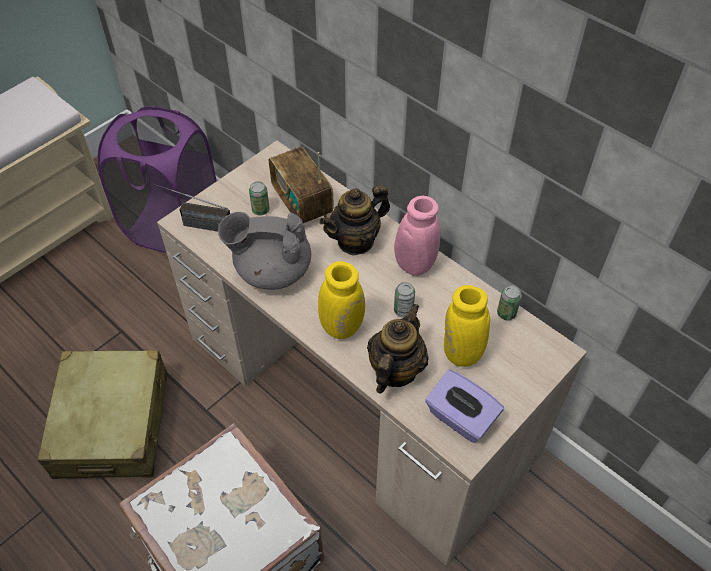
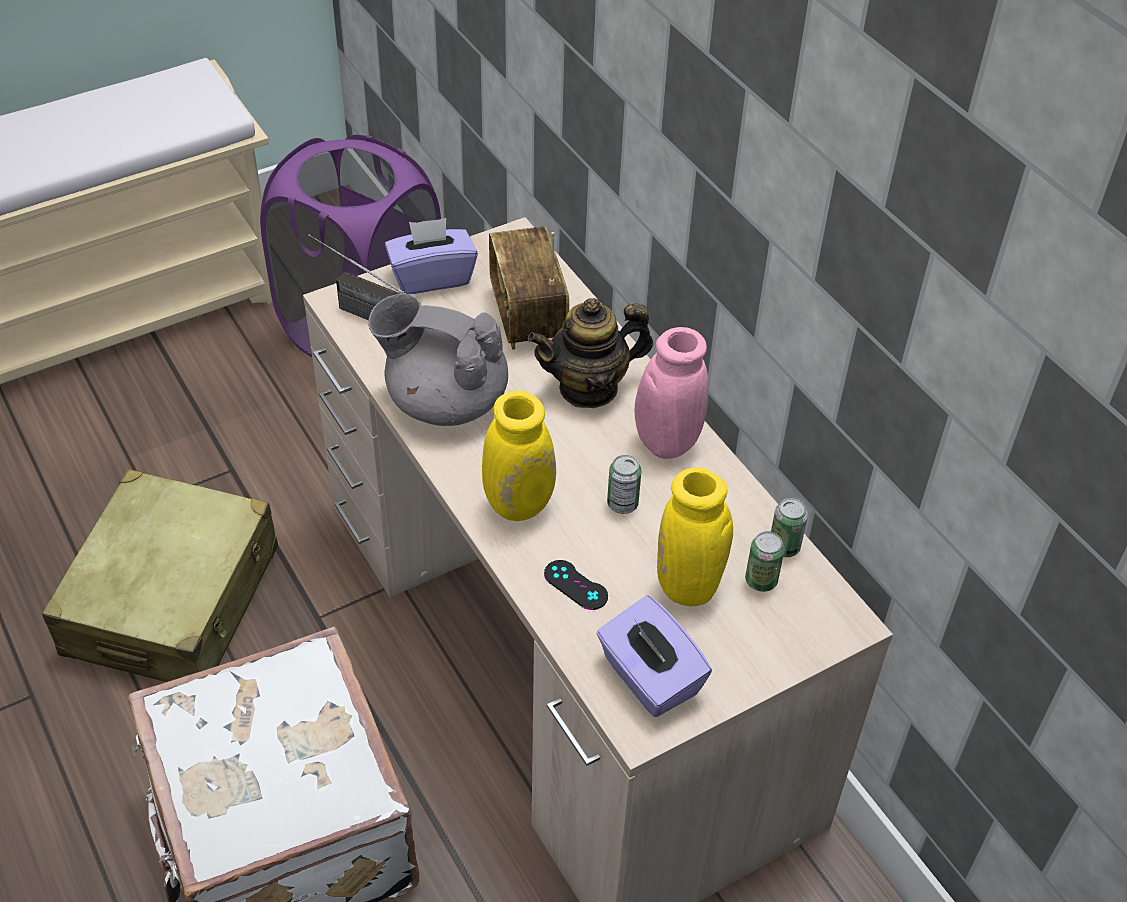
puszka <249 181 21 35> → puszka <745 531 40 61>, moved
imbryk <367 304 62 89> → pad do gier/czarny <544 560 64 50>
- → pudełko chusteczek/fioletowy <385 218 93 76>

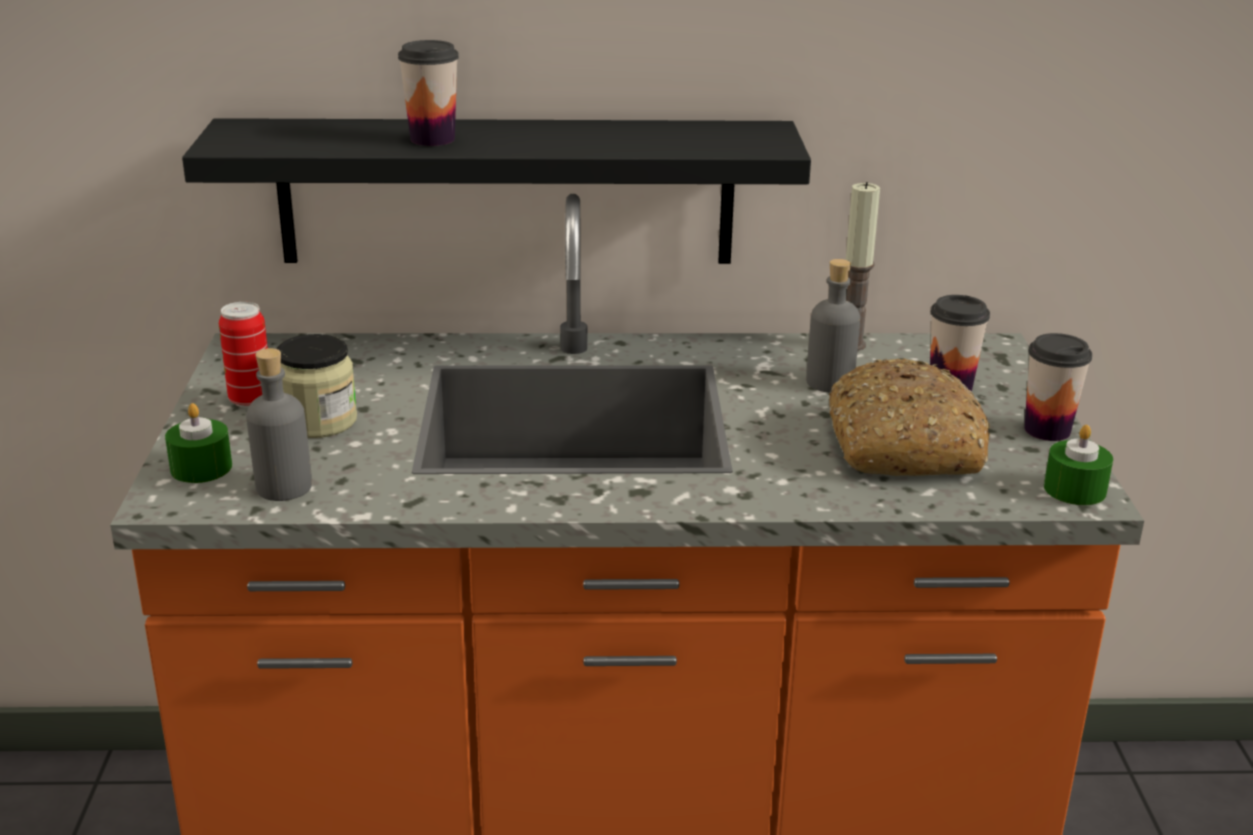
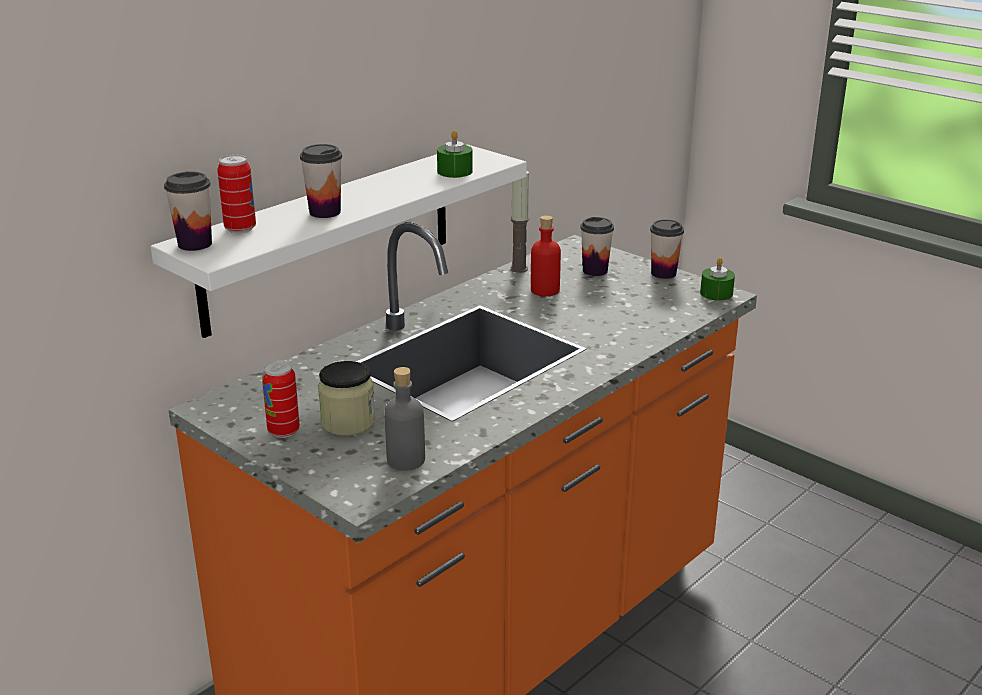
półka/czarny <182 118 629 146> → półka/biały <151 145 376 193>
butelka/szary <806 259 54 133> → butelka/czerwony <531 215 30 81>
chleb <829 358 161 118> → -
świeca/zielony <165 403 67 80> → świeca/zielony <437 130 36 48>, moved
- → puszka <217 155 39 78>
- → filiżanka <164 172 48 79>

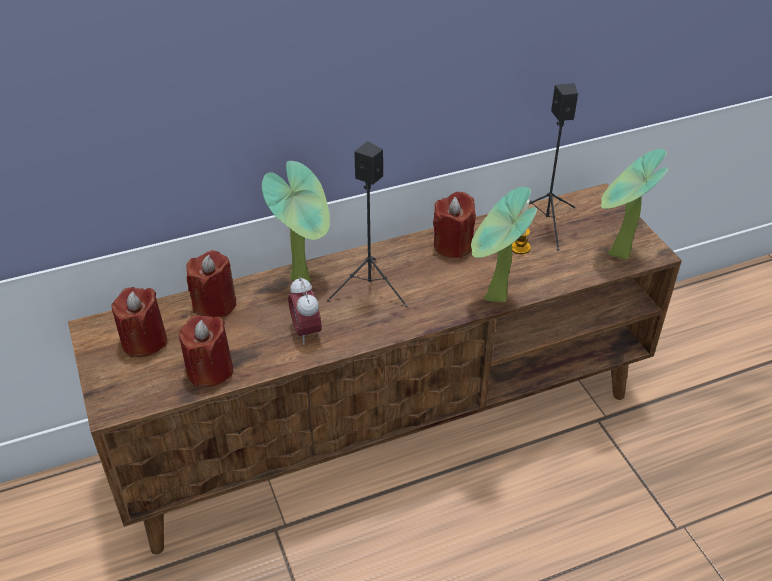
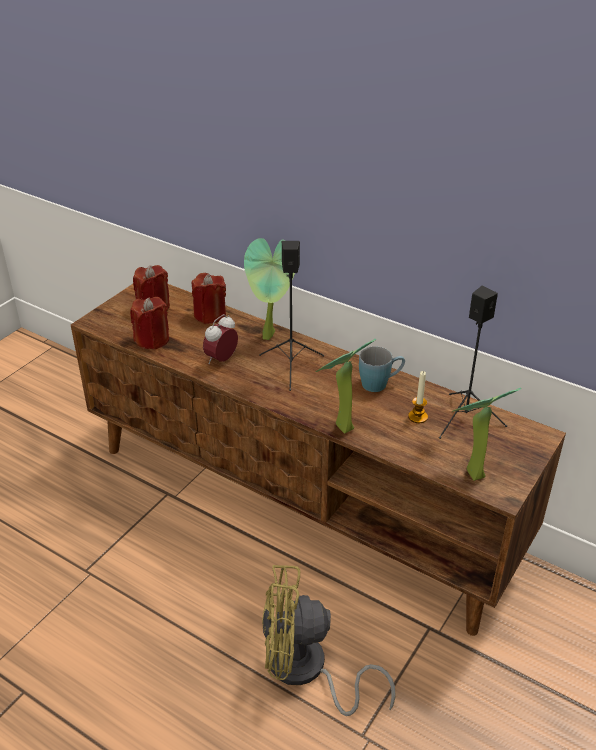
świeca/czerwony <433 192 43 66> → kubek/niebieski <359 347 46 45>
- → wentylator/żółty <262 565 134 151>

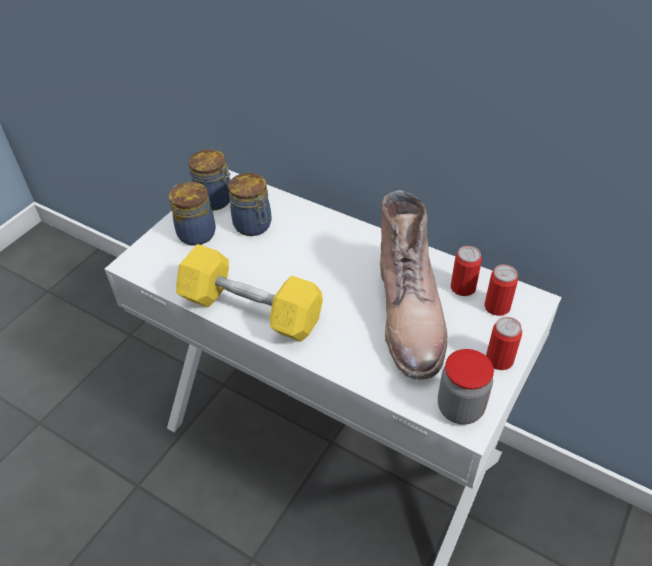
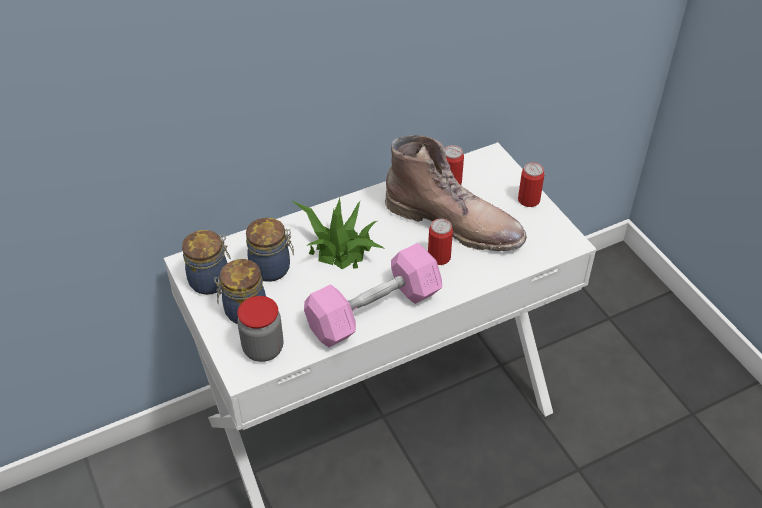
hantel/żółty <176 244 147 98> → hantel/różowy <304 243 138 104>
puszka <484 264 34 52> → puszka <428 219 25 46>, moved
słoik <438 349 56 76> → słoik <237 296 46 66>, moved
- → roślina doniczkowa <293 197 91 72>

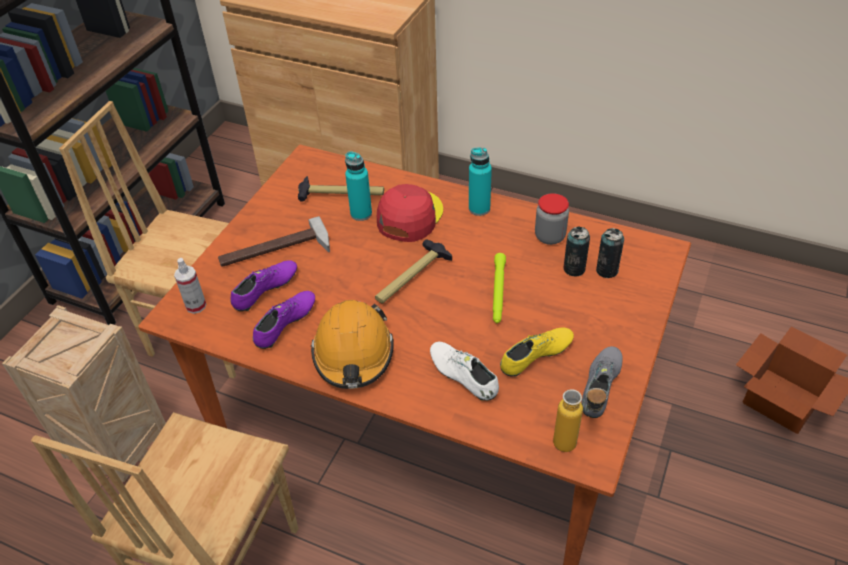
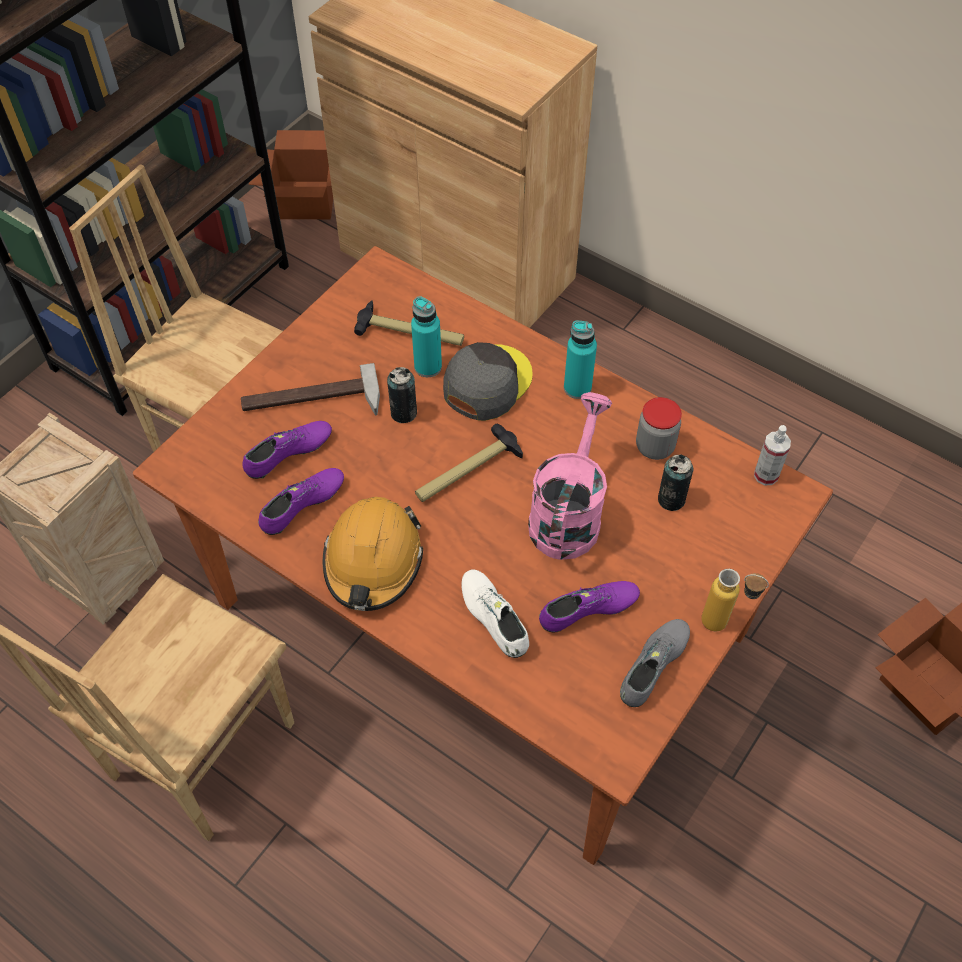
czapka z daszkiem/czerwony <377 184 66 58> → czapka z daszkiem/szary <443 342 90 79>
puszka <596 228 28 50> → puszka <387 367 30 56>, moved
latarka/zielony <493 253 13 70> → konewka/różowy <528 392 84 168>
spryskiwacz <174 258 32 56> → spryskiwacz <754 425 37 60>, moved
but/żółty <500 328 74 49> → but/fioletowy <539 581 101 51>
butelka <553 388 55 64> → butelka <701 569 68 62>, moved
- → karton <249 130 84 89>

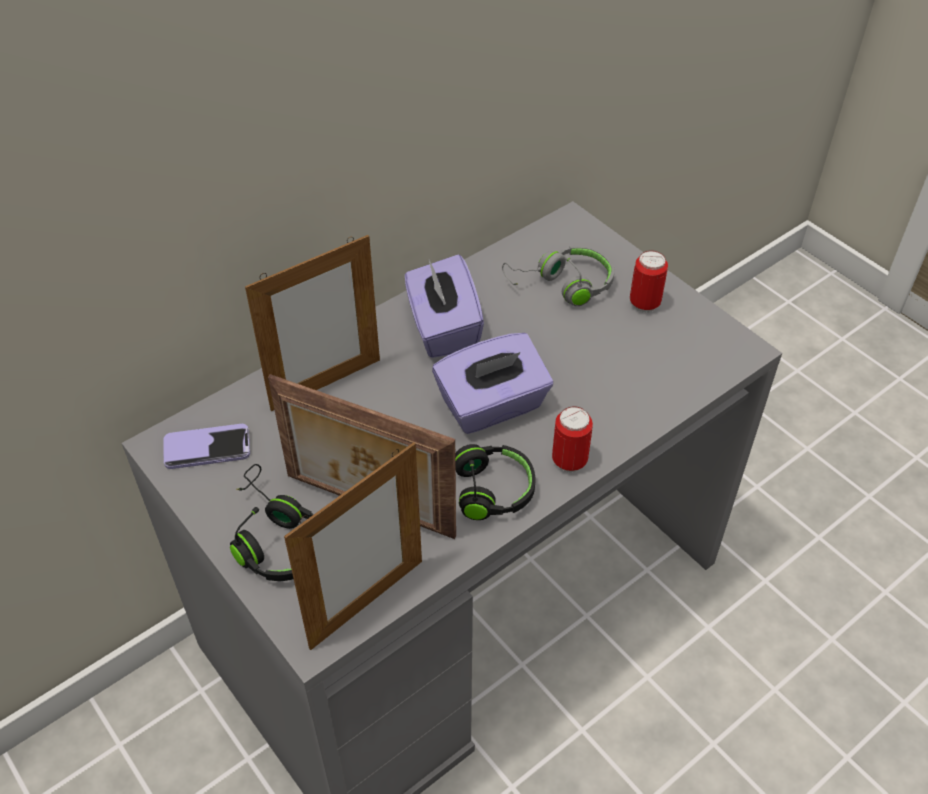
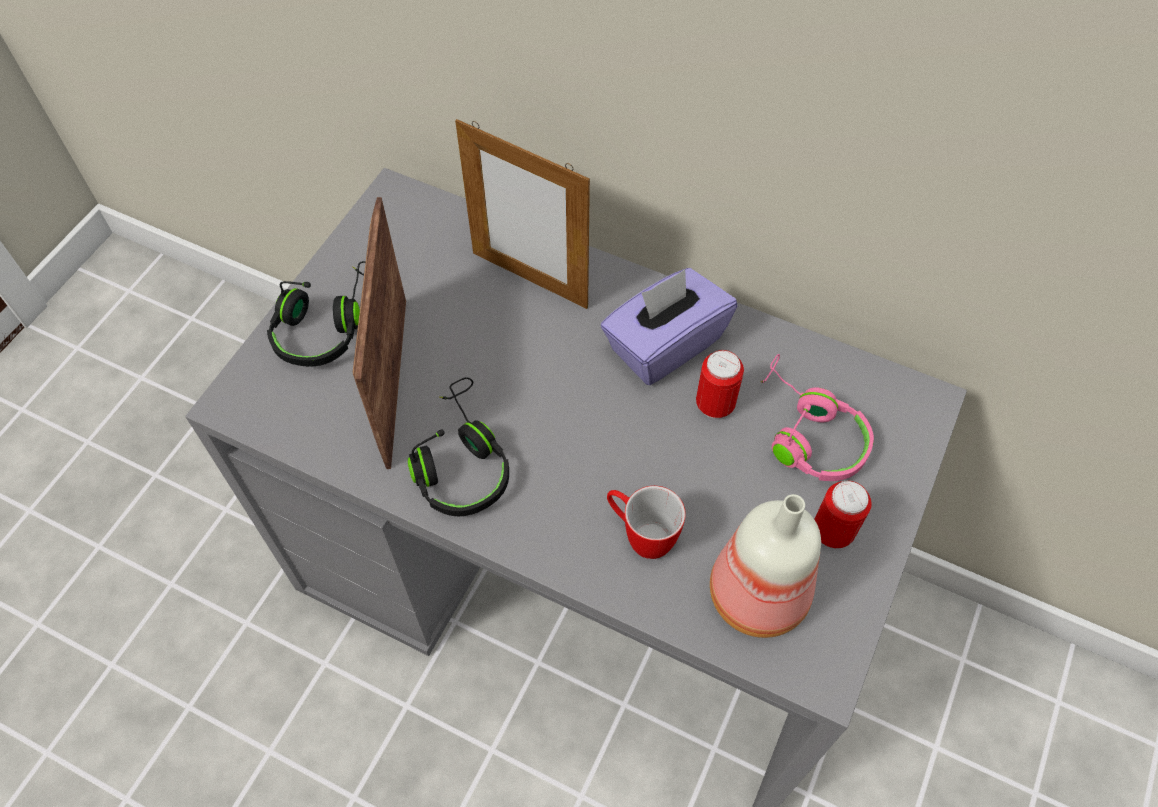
słuchawki/szary <502 246 113 60> → słuchawki/różowy <761 354 113 127>
pudełko chusteczek/fioletowy <432 333 121 101> → -
puszka <552 406 41 67> → puszka <696 350 48 68>, moved
telefon <163 424 87 45> → -
ramka na zdjęcie <284 442 138 208> → -
- → kubek <607 486 79 73>
- → butelka <710 494 111 144>

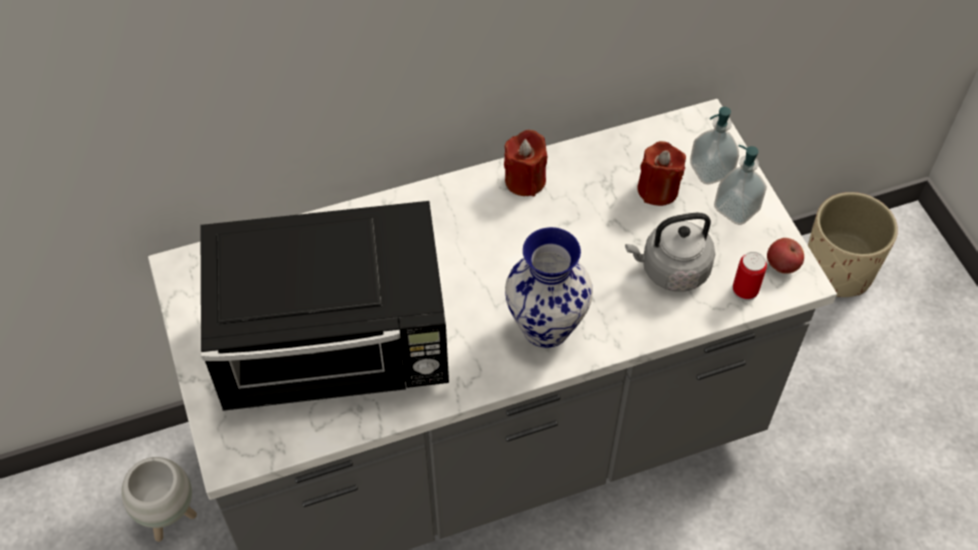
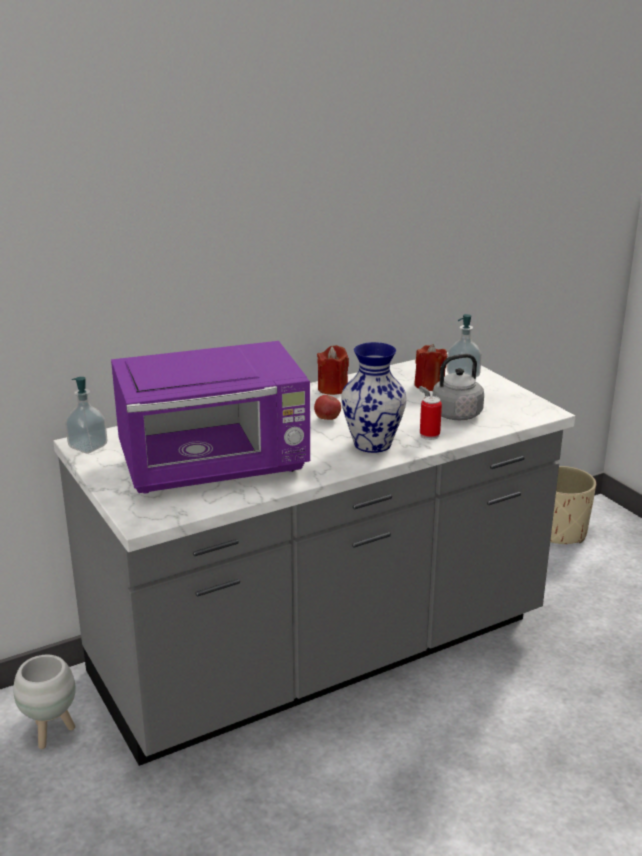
dozownik mydła <714 145 53 80> → dozownik mydła <65 377 42 76>, moved
mikrofalówka/czarny <200 201 249 210> → mikrofalówka/fioletowy <111 341 199 152>
jabłko <767 238 37 36> → jabłko <314 395 27 25>, moved
puszka <733 252 34 49> → puszka <420 396 22 44>, moved

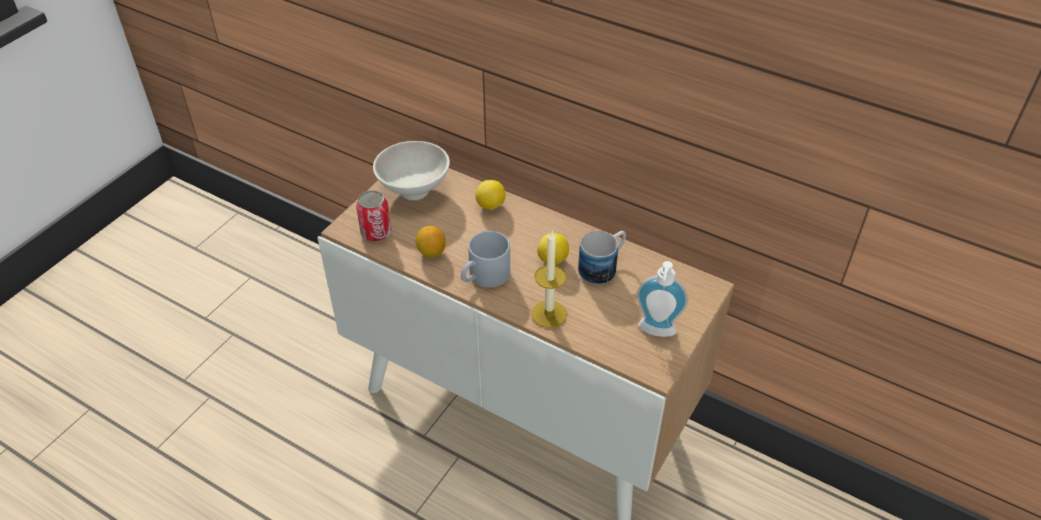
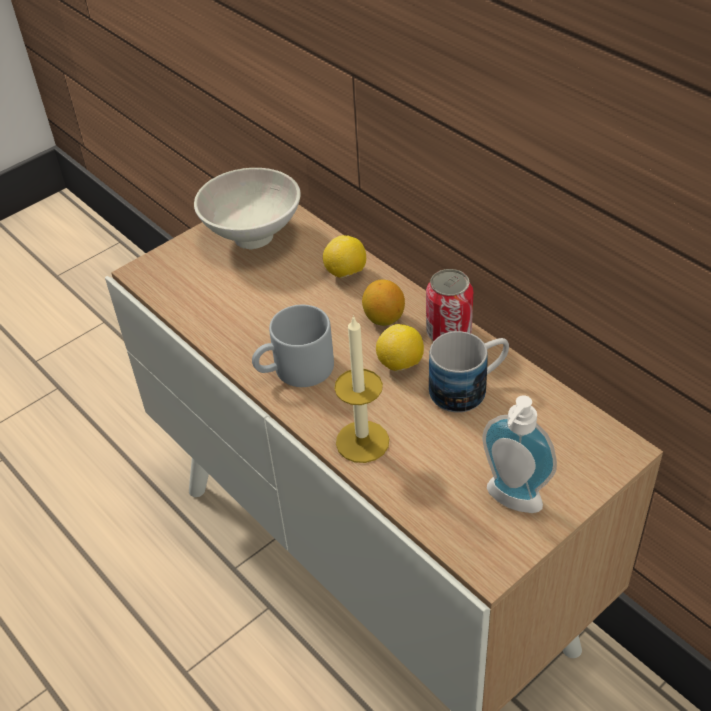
puszka <356 190 35 52> → puszka <426 269 47 72>, moved
cytryna <416 226 30 32> → cytryna <362 279 43 47>, moved

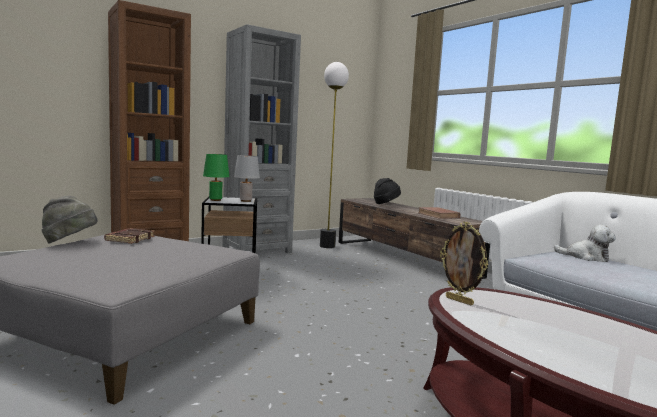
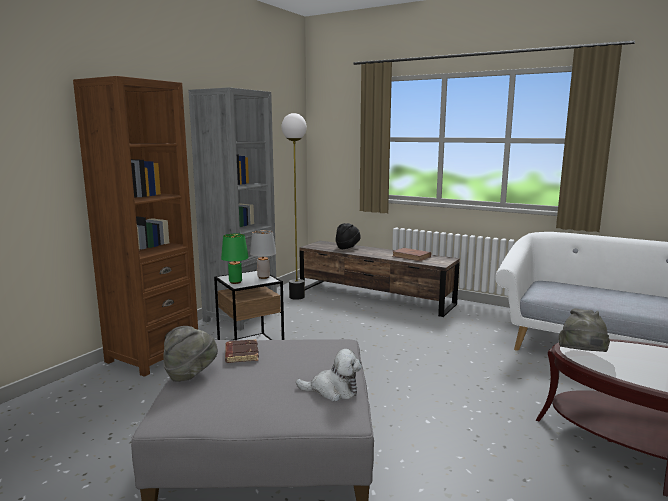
ramka na zdjęcie <440 222 48 83> → kapelusz/szary <559 308 51 44>
pluszak <554 225 62 37> → pluszak <296 349 66 52>, moved

